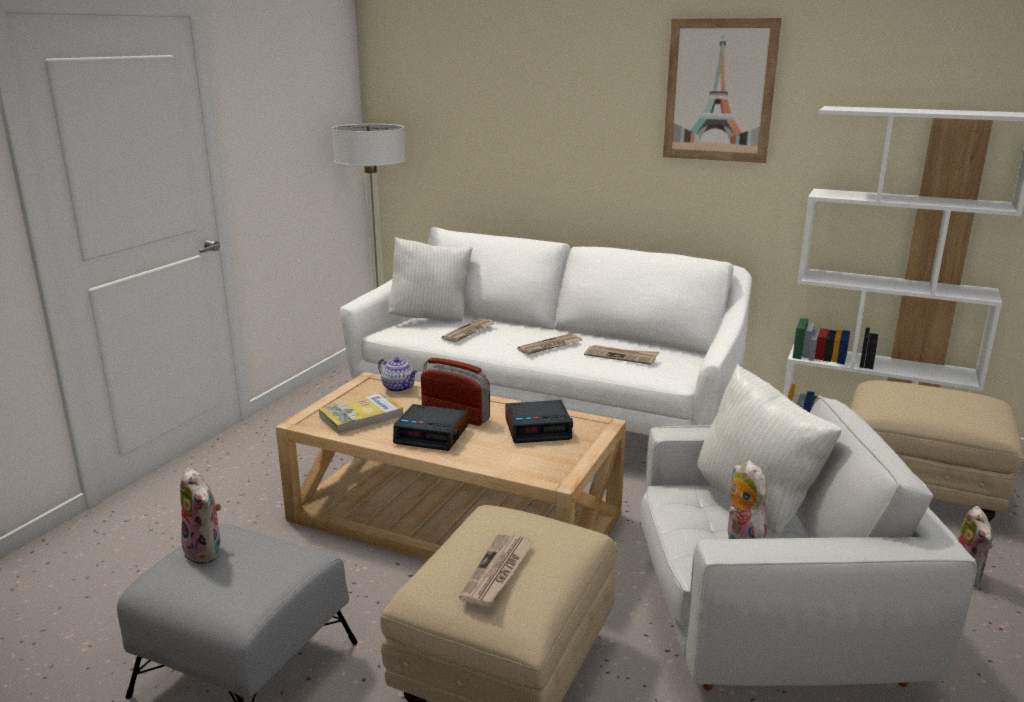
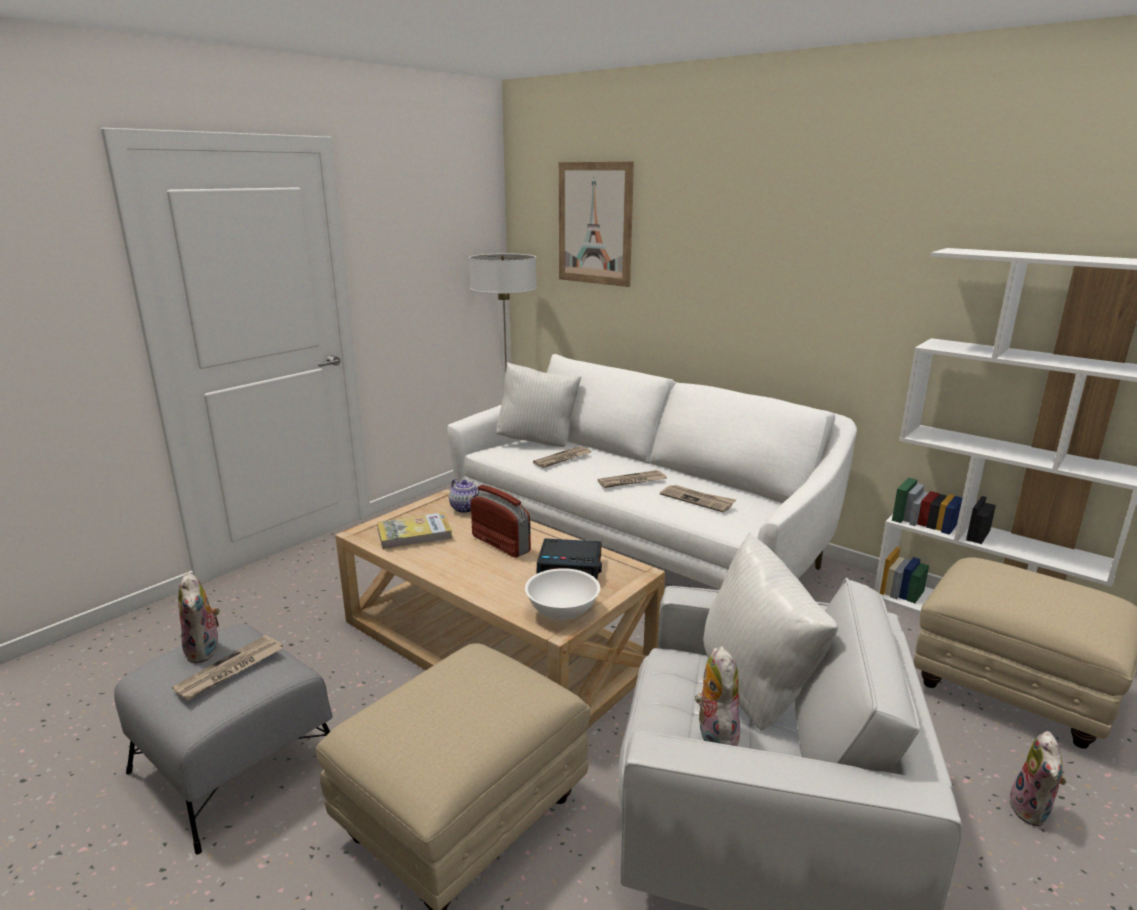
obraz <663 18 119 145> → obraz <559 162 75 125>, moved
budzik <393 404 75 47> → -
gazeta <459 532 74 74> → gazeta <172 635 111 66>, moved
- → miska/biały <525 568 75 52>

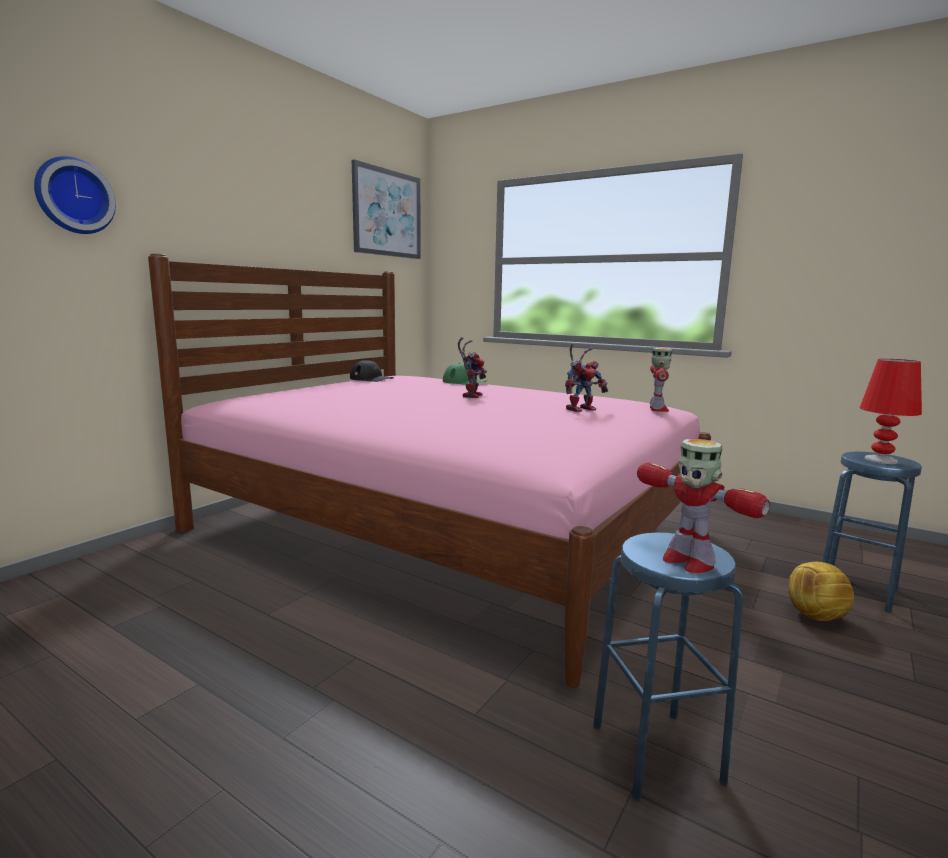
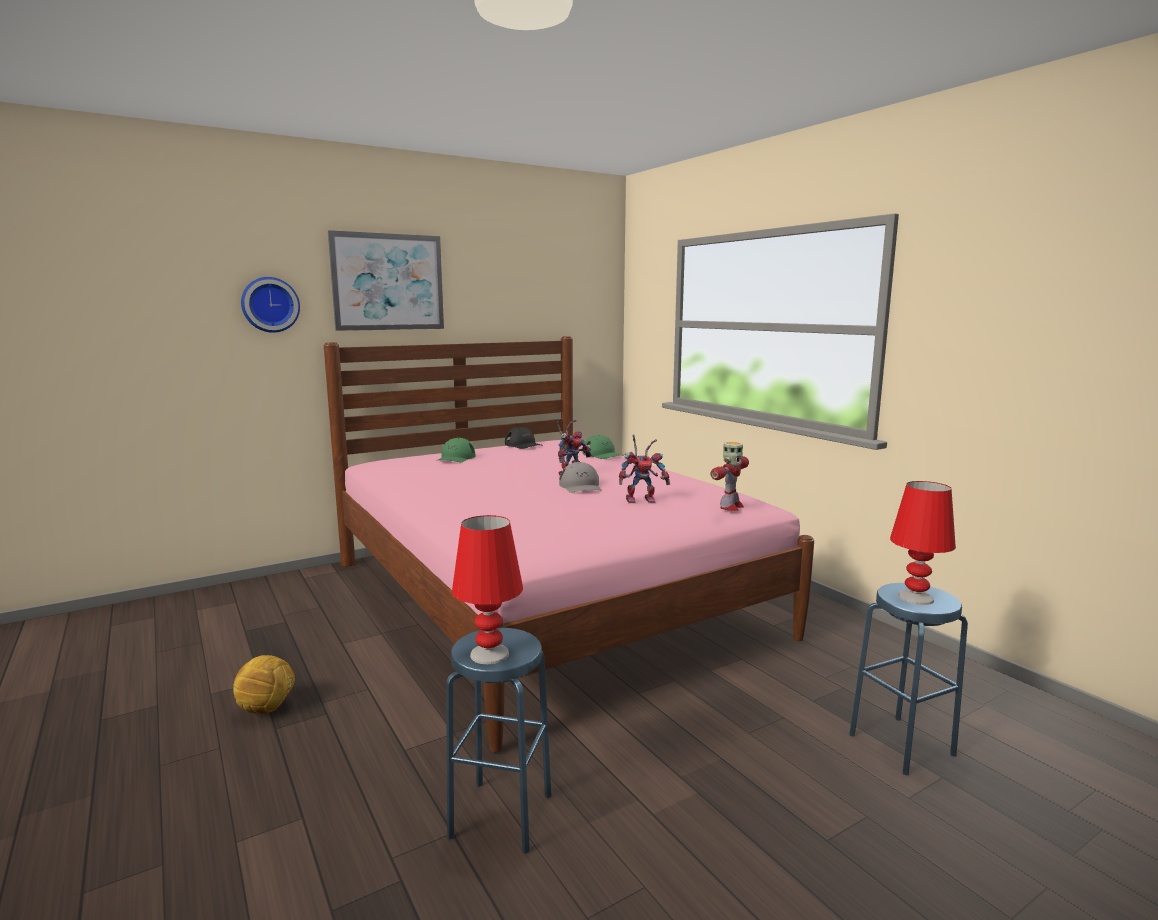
obraz <352 159 68 100> → obraz <328 230 116 101>, moved
robot zabawkowy <637 439 133 134> → lampa stołowa/czerwony <452 515 71 149>
piłka futbolowa <788 562 66 59> → piłka futbolowa <233 655 62 59>, moved
- → czapka z daszkiem/zielony <436 438 39 24>
- → czapka z daszkiem/szary <559 462 43 31>

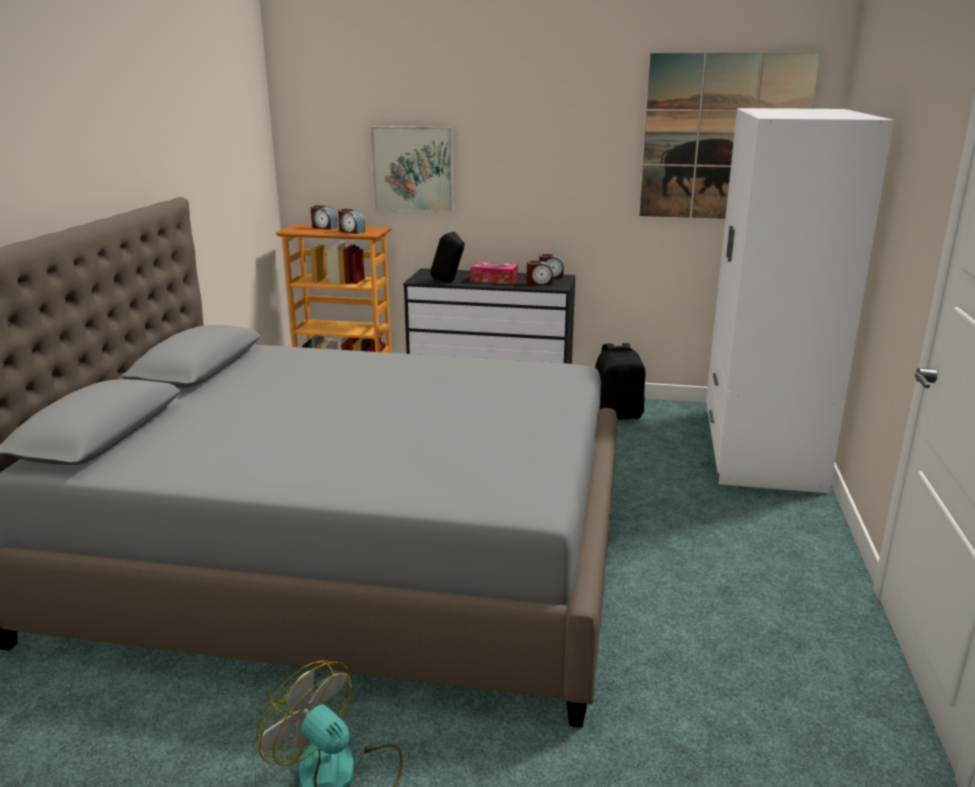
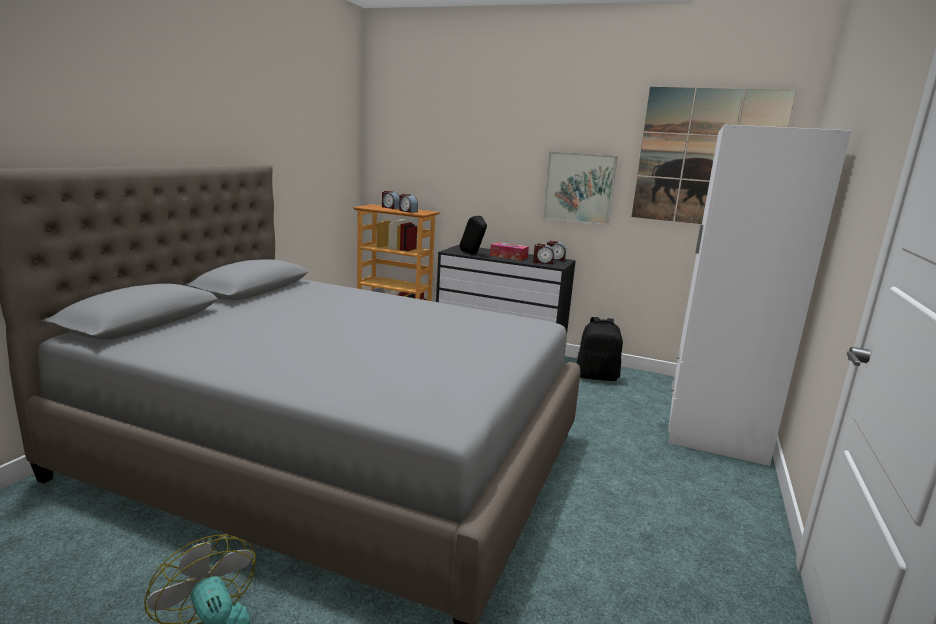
obraz <370 126 84 86> → obraz <543 151 75 74>, moved

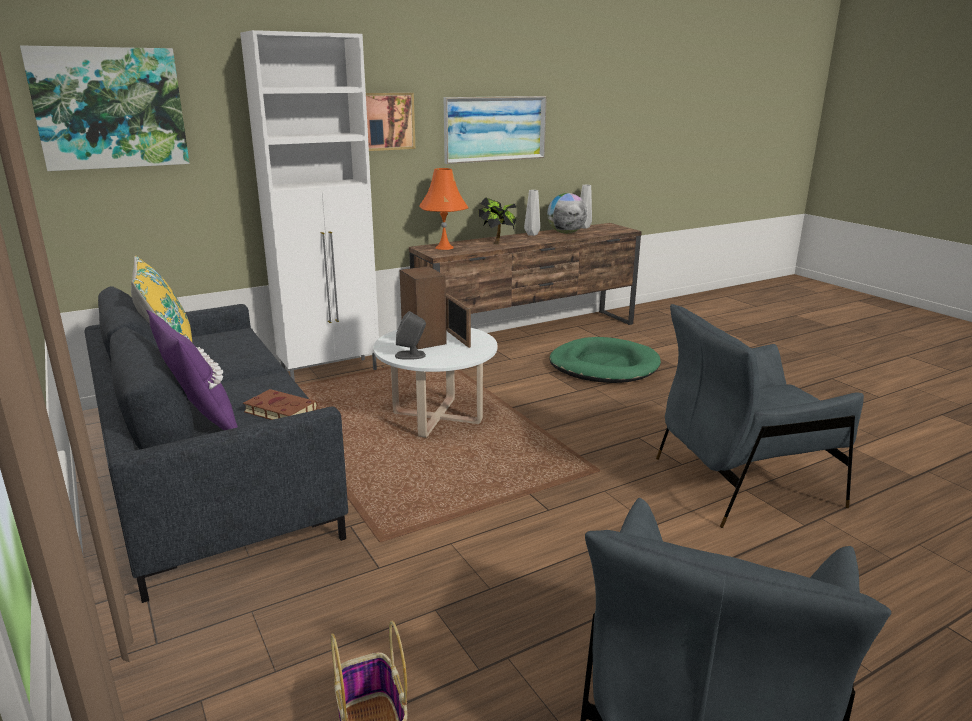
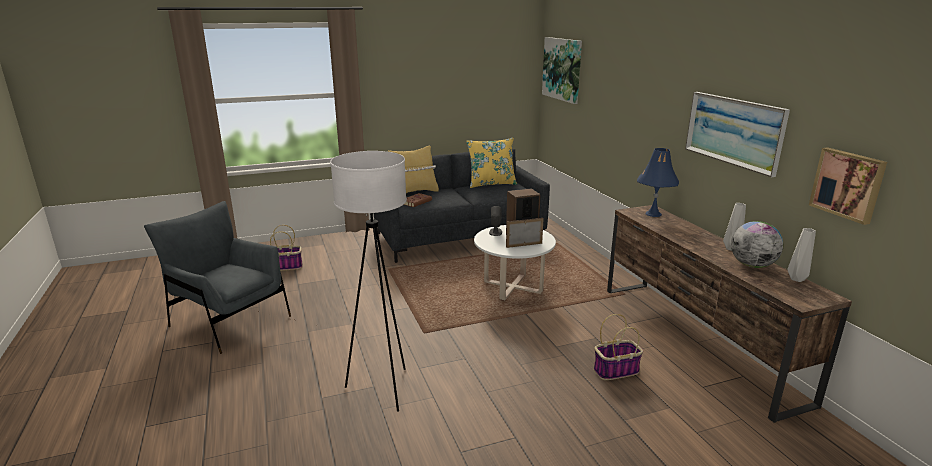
szafka/biały <240 30 139 351> → -
obraz <366 93 49 58> → obraz <809 147 78 78>, moved
lampa stołowa/pomarańczowy <419 168 50 82> → lampa stołowa/niebieski <637 148 42 69>
roślina doniczkowa <478 197 38 47> → -
fotel/szary <656 304 208 224> → lampa stojąca/biały <330 151 77 261>
poduszka/fioletowy <146 310 92 120> → poduszka/żółty <388 146 51 47>
legowisko/zielony <550 337 111 46> → koszyk <594 314 49 66>

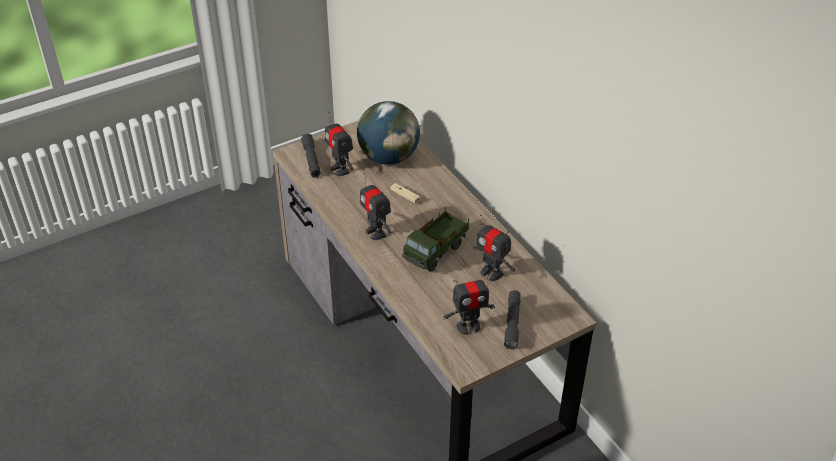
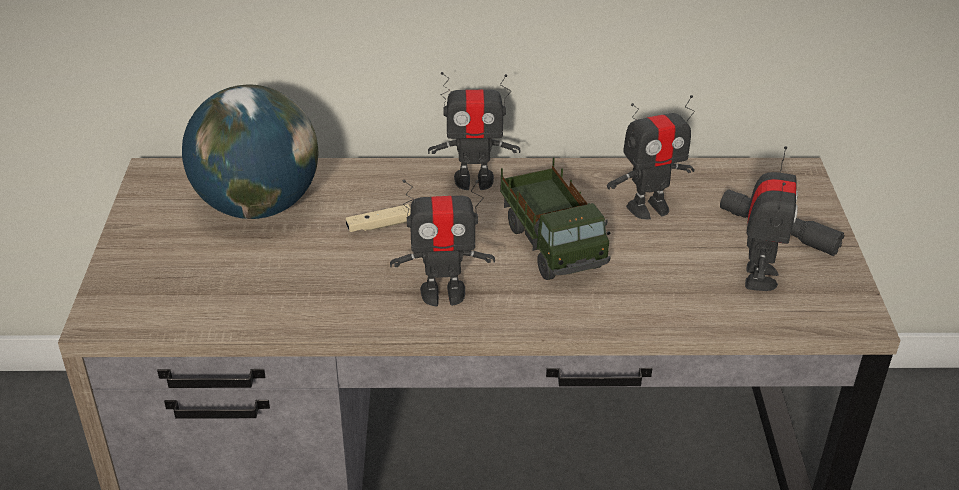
robot zabawkowy <325 112 28 64> → robot zabawkowy <428 72 92 118>, moved
latarka/szary <301 133 20 45> → -

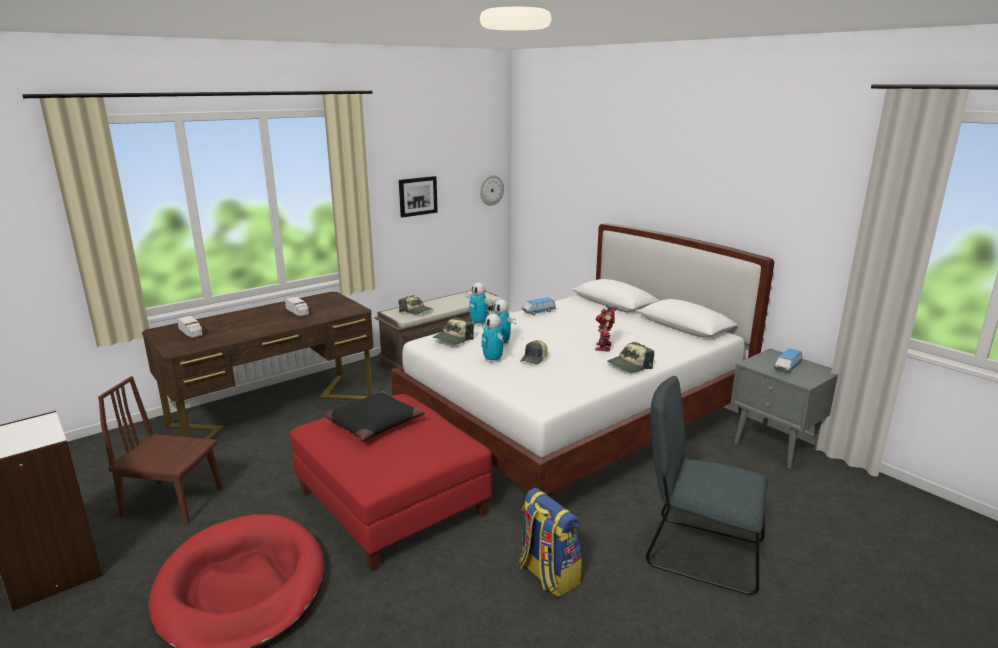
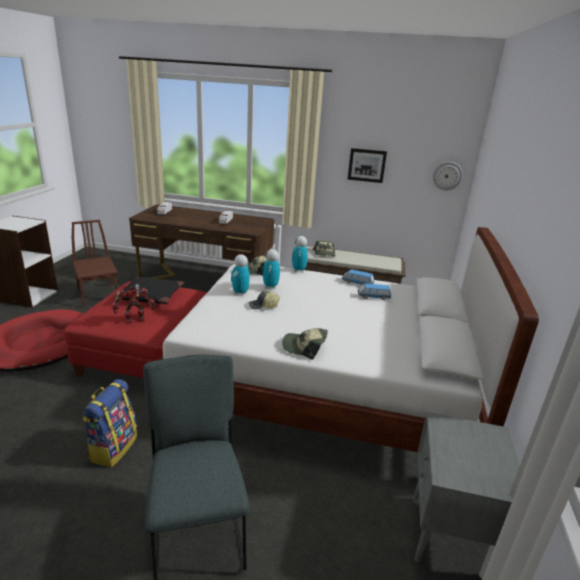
robot zabawkowy <595 304 33 48> → robot zabawkowy <111 284 44 40>, moved
samochodzik <774 348 28 25> → samochodzik <358 283 33 17>, moved

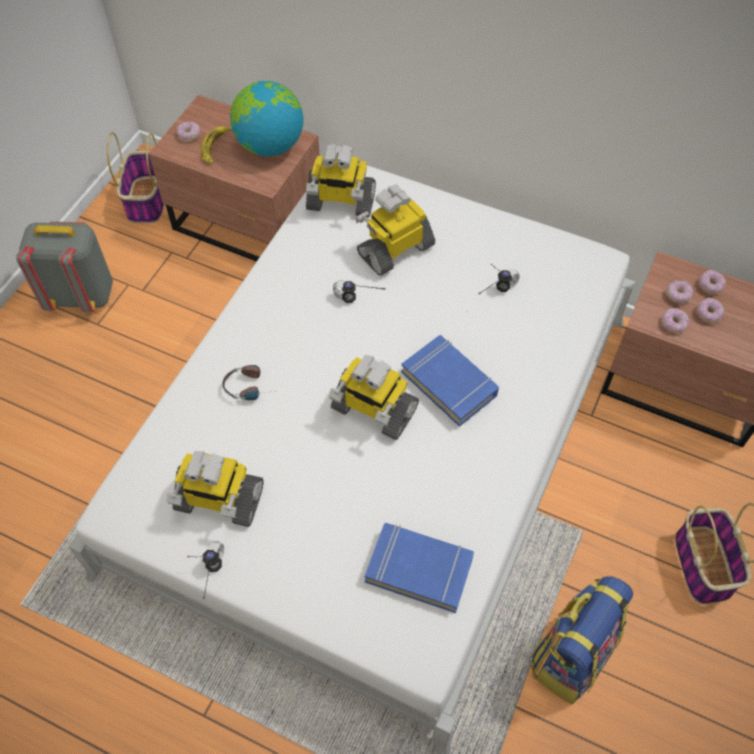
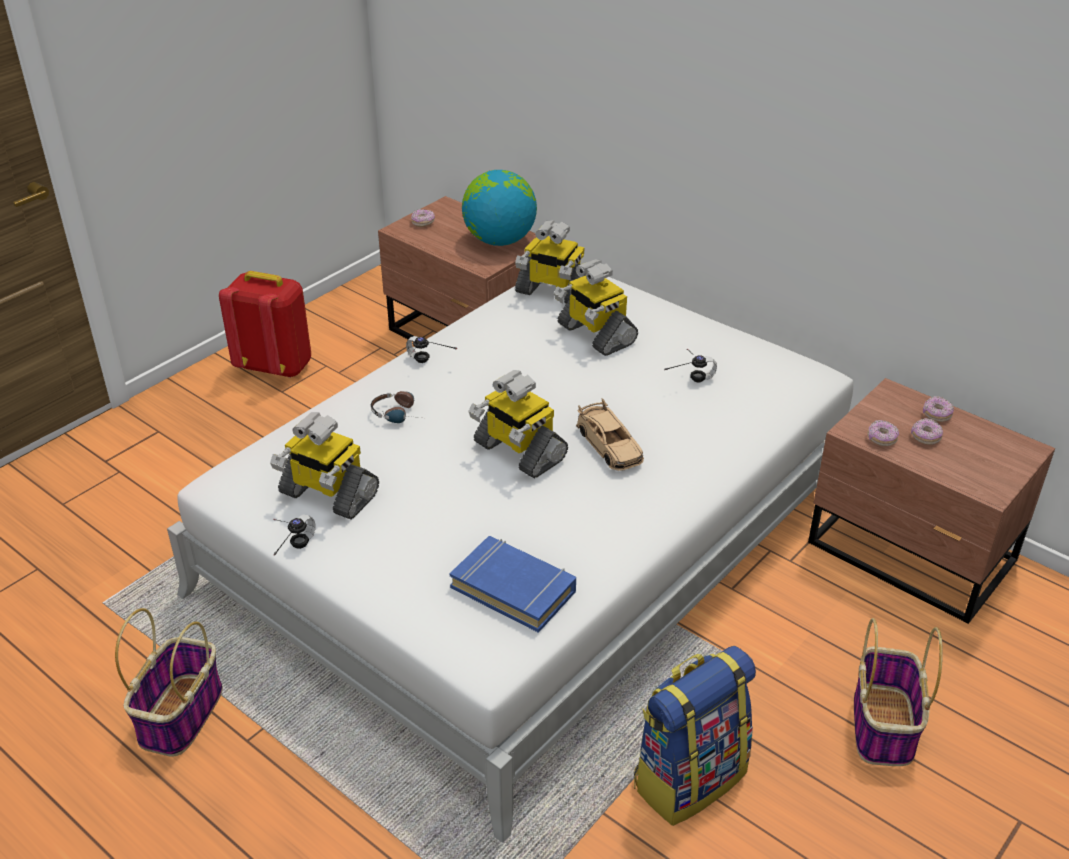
banan <201 127 31 37> → -
koszyk <107 132 57 91> → koszyk <115 608 108 149>, moved
robot zabawkowy <355 184 80 92> → robot zabawkowy <554 259 84 97>, 105 degrees counterclockwise
plecak/szary <16 222 97 90> → plecak/czerwony <219 271 92 107>
słuchawki <333 280 53 23> → słuchawki <406 336 51 27>, moved
donut <666 280 27 23> → -
książka/niebieski <401 335 98 92> → samochodzik/beżowy <576 398 68 73>

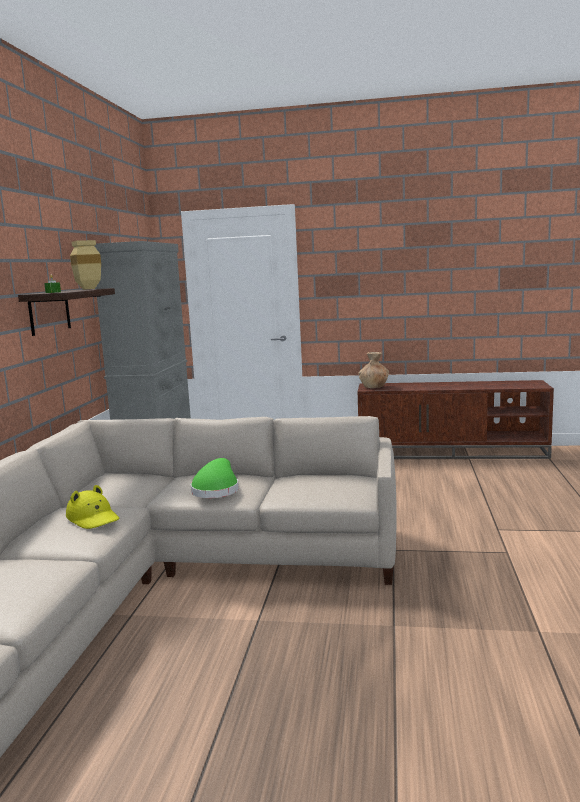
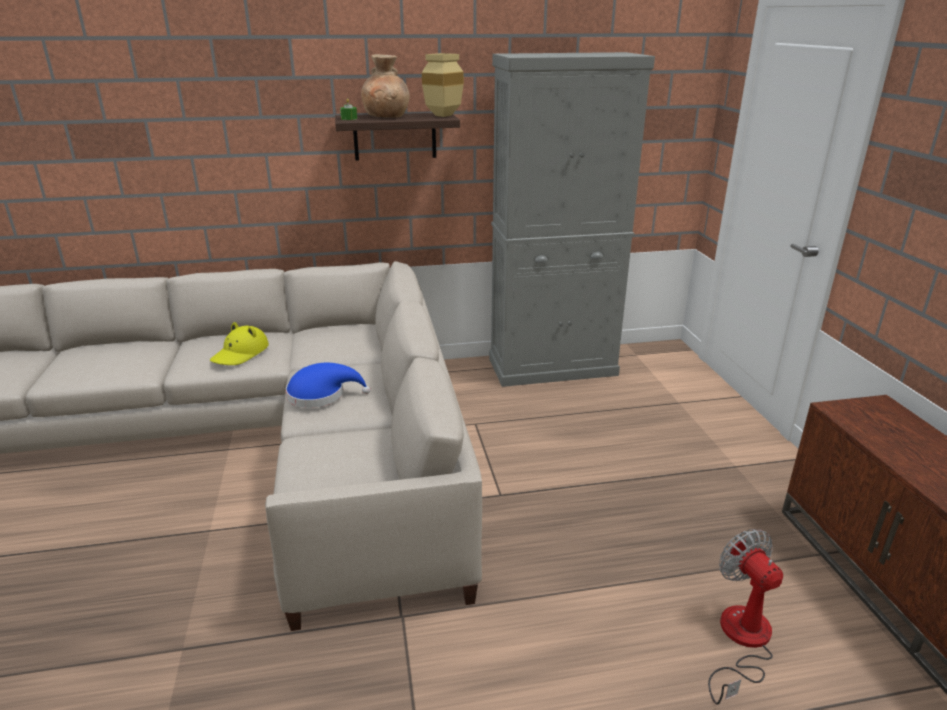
wazon/brązowy <359 352 30 36> → wazon/brązowy <361 54 49 64>, moved
kapelusz/zielony <191 458 48 40> → kapelusz/niebieski <286 363 85 45>
- → wentylator <708 529 75 175>

